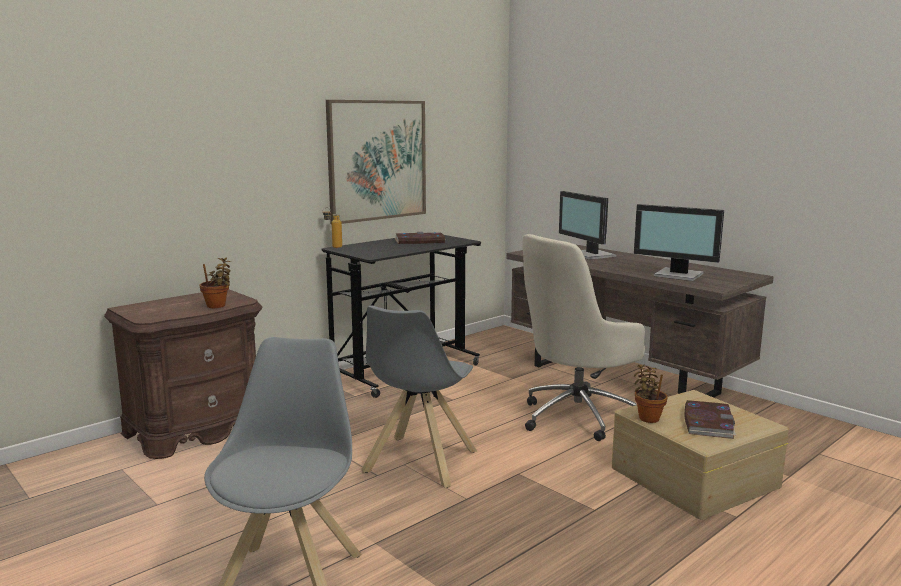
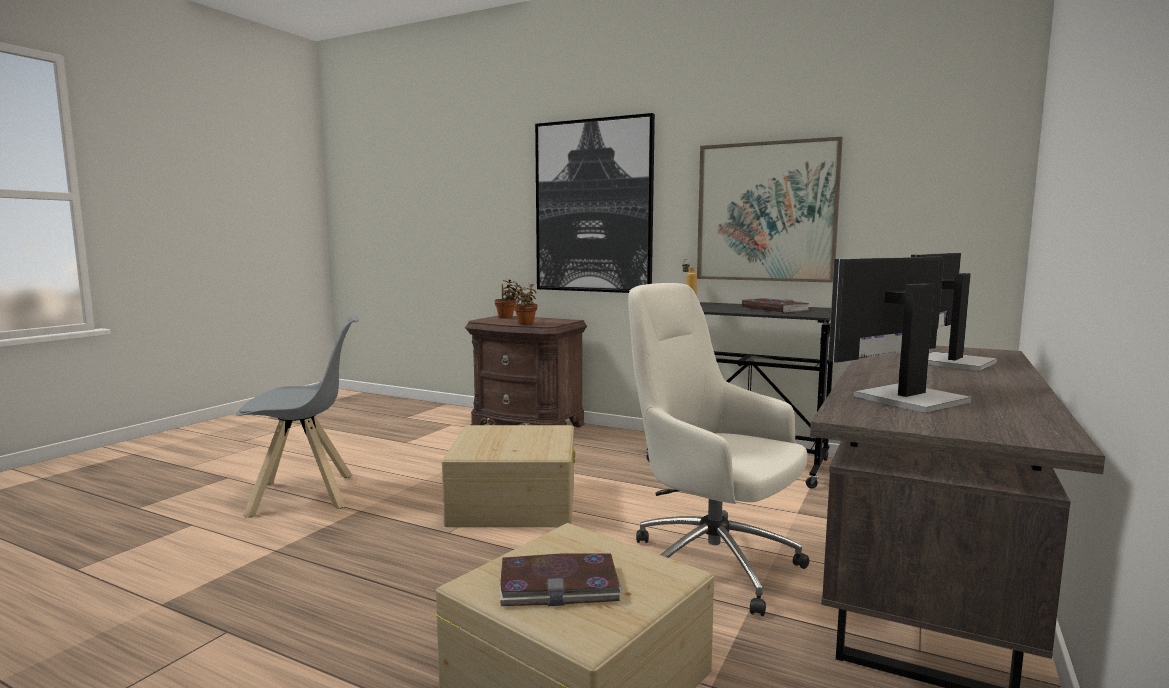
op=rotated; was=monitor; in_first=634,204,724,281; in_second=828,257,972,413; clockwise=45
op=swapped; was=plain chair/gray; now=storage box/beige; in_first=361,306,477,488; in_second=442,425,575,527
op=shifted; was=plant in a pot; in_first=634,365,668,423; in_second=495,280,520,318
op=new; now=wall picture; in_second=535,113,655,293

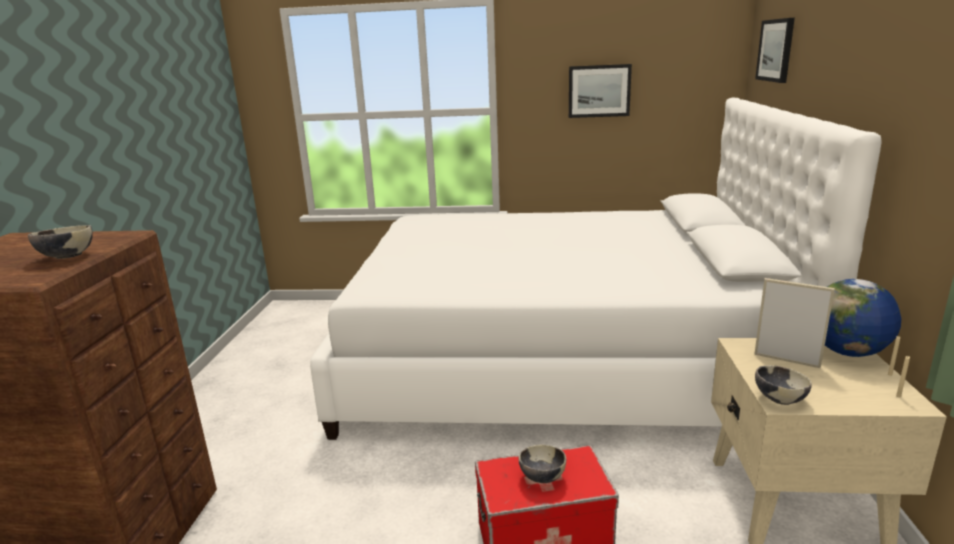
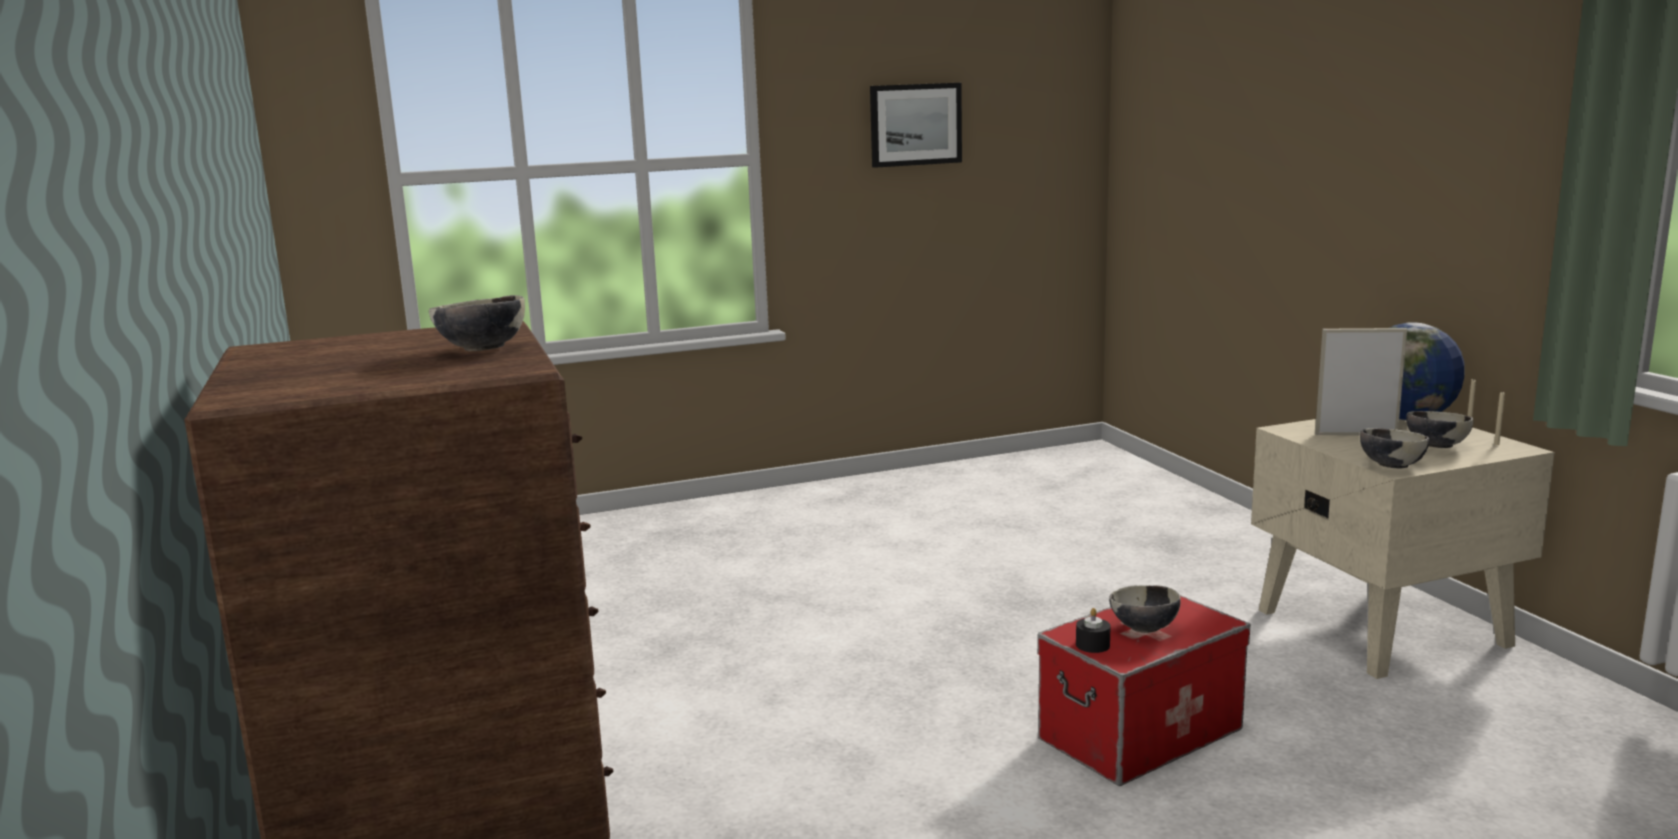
op=gone; was=wall picture; in_first=755,18,795,83
op=gone; was=bedroom bed/whitish; in_first=310,98,882,440
op=new; now=deep dish; in_second=1406,411,1473,448
op=new; now=wax candle/black-coloured; in_second=1076,608,1111,653

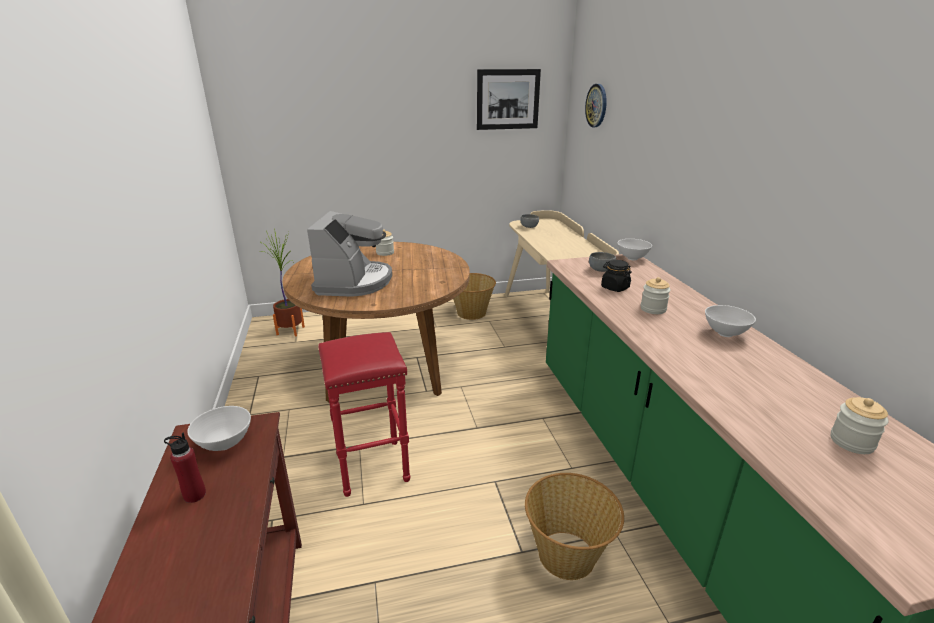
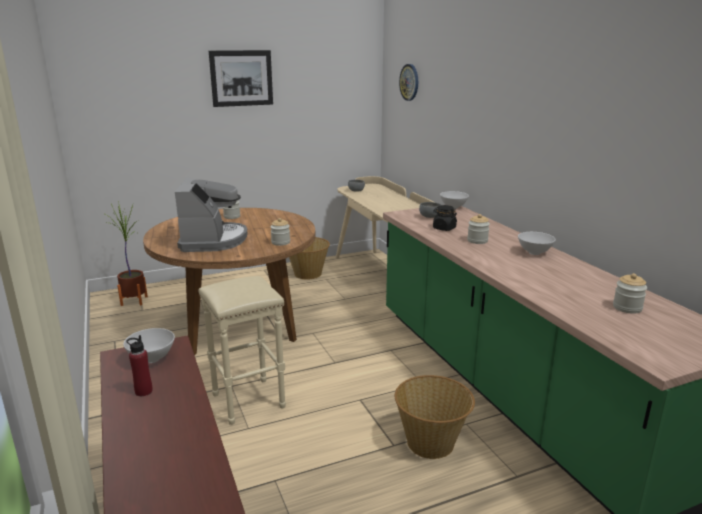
op=shifted; was=wall picture; in_first=477,69,541,130; in_second=209,50,273,107
op=repainted; was=stool seat/reddish; now=stool seat/beige; in_first=318,332,410,497; in_second=199,276,286,425
op=new; now=preserve jar; in_second=270,218,290,246

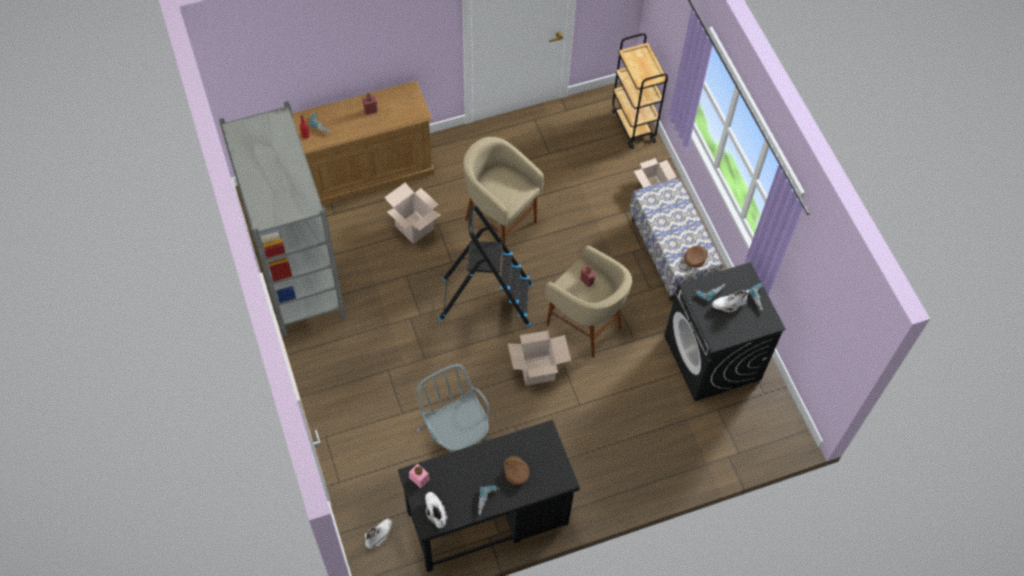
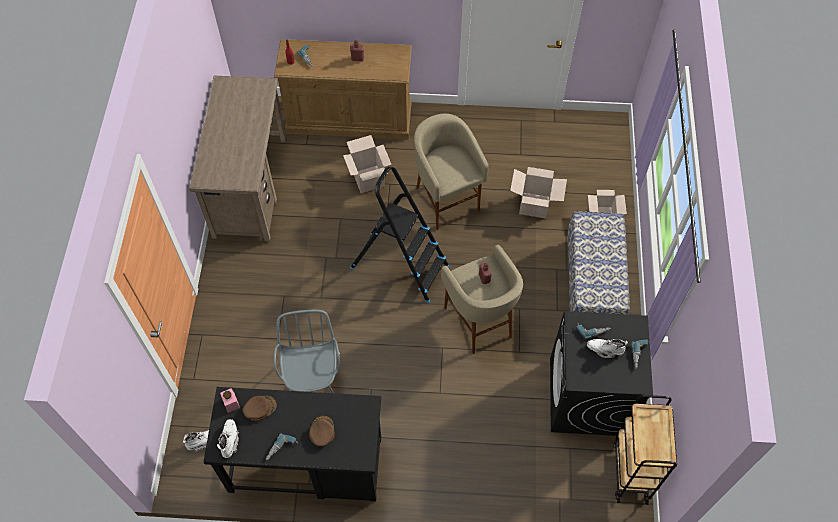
op=shifted; was=trolley/brownish; in_first=612,33,668,149; in_second=613,395,677,505
op=swapped; was=bookshelf/gray; now=desk/brownish; in_first=219,101,346,337; in_second=189,76,287,242
op=shifted; was=peaked cap/brownish; in_first=684,246,708,268; in_second=243,395,277,421
op=shifted; was=carton; in_first=508,330,571,386; in_second=510,167,567,219

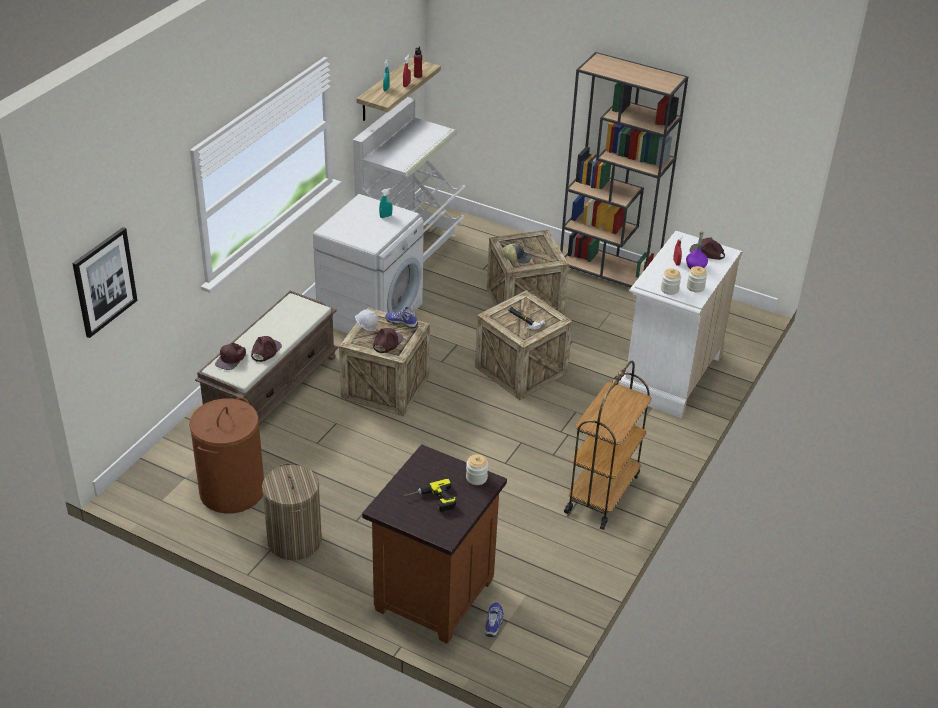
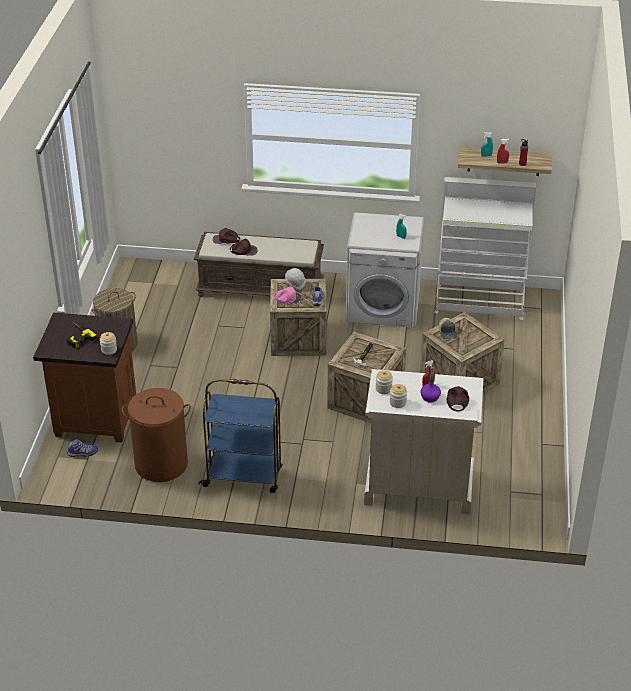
op=gone; was=bookshelf; in_first=560,52,688,288
op=gone; was=wall picture; in_first=72,227,138,338
op=repainted; was=peaked cap/brownish; now=peaked cap/pink; in_first=373,328,403,353; in_second=274,286,303,305
op=repainted; was=trolley/brownish; now=trolley/bluish; in_first=564,361,652,530; in_second=199,379,283,493
op=shifted; was=laundry basket/brownish; in_first=189,397,264,514; in_second=122,388,191,482

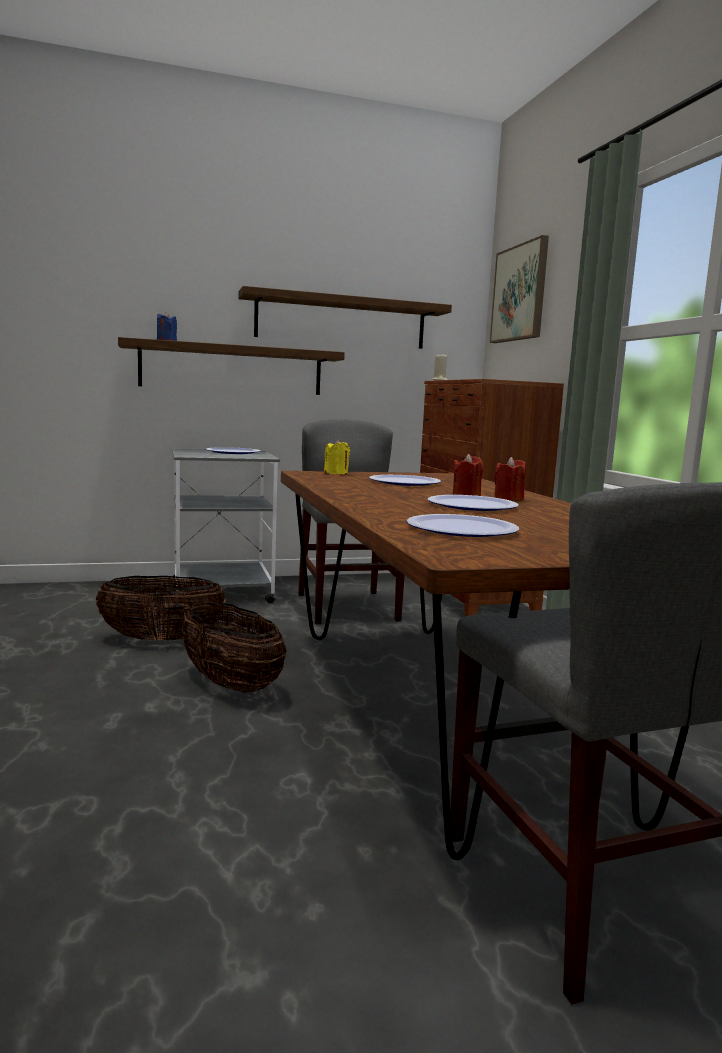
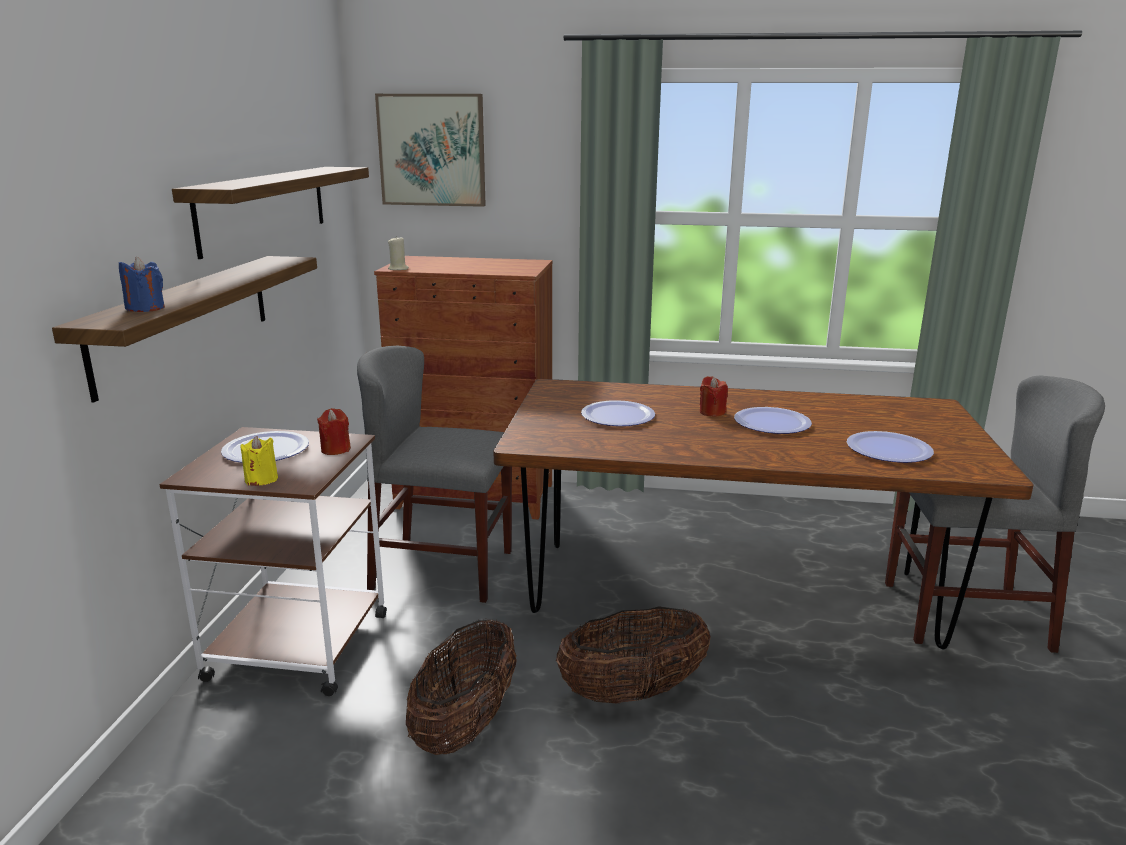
op=shifted; was=wax candle/yellowish; in_first=324,439,350,474; in_second=240,436,278,486
op=repainted; was=trolley/gray; now=trolley/brownish; in_first=172,449,280,603; in_second=159,427,387,696
op=shifted; was=wax candle/reddish; in_first=494,457,526,501; in_second=317,408,351,455

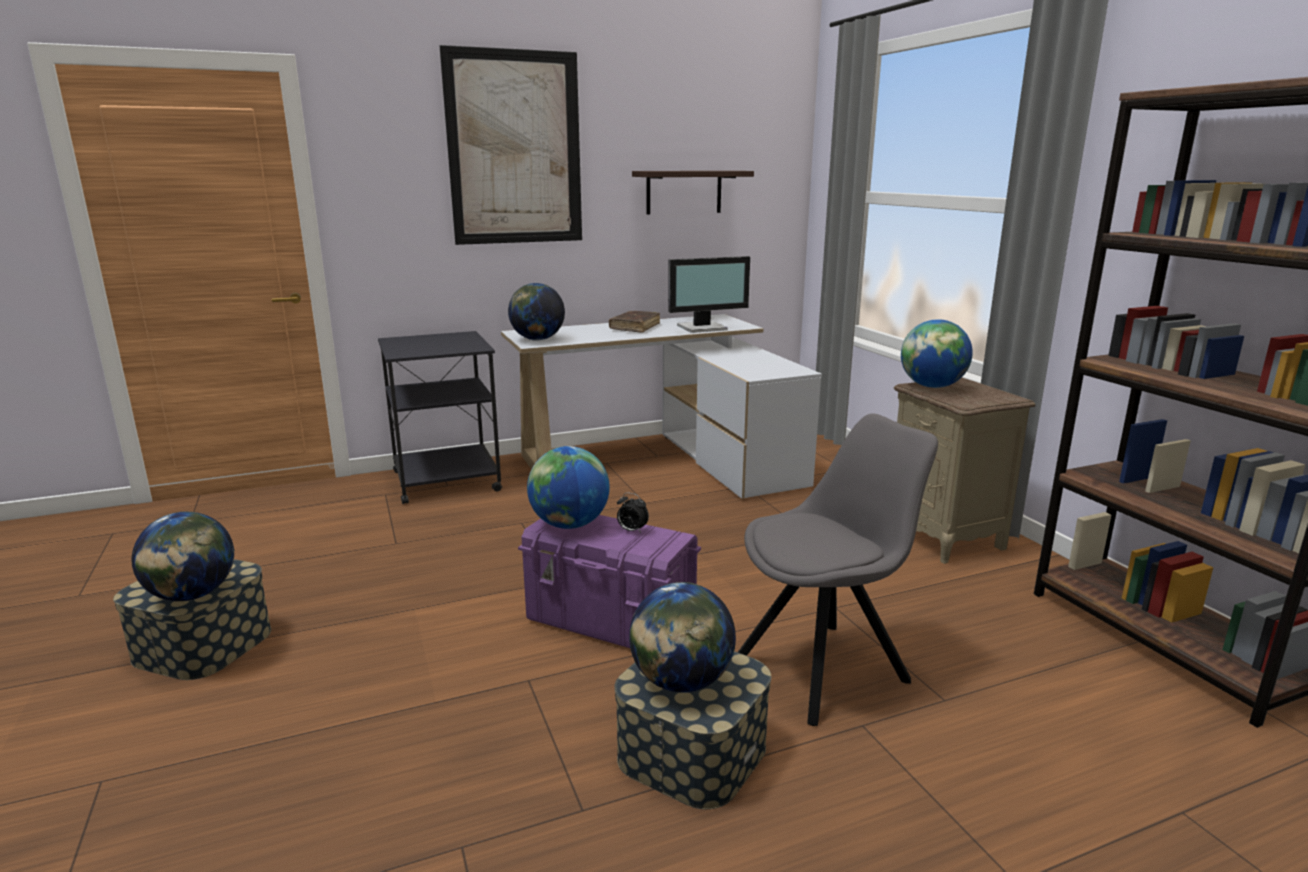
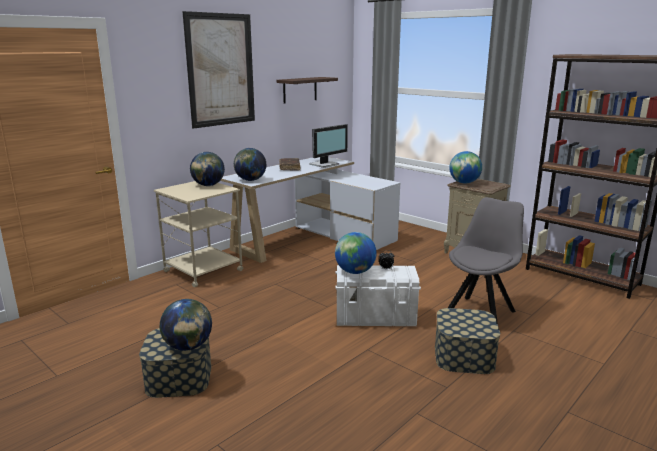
op=repainted; was=trolley/black-coloured; now=trolley/beige; in_first=378,331,502,504; in_second=154,181,243,287
op=repainted; was=storage box/purple; now=storage box/whitish; in_first=518,515,701,648; in_second=335,265,421,326
op=shifted; was=desk globe; in_first=629,582,736,692; in_second=190,152,225,186

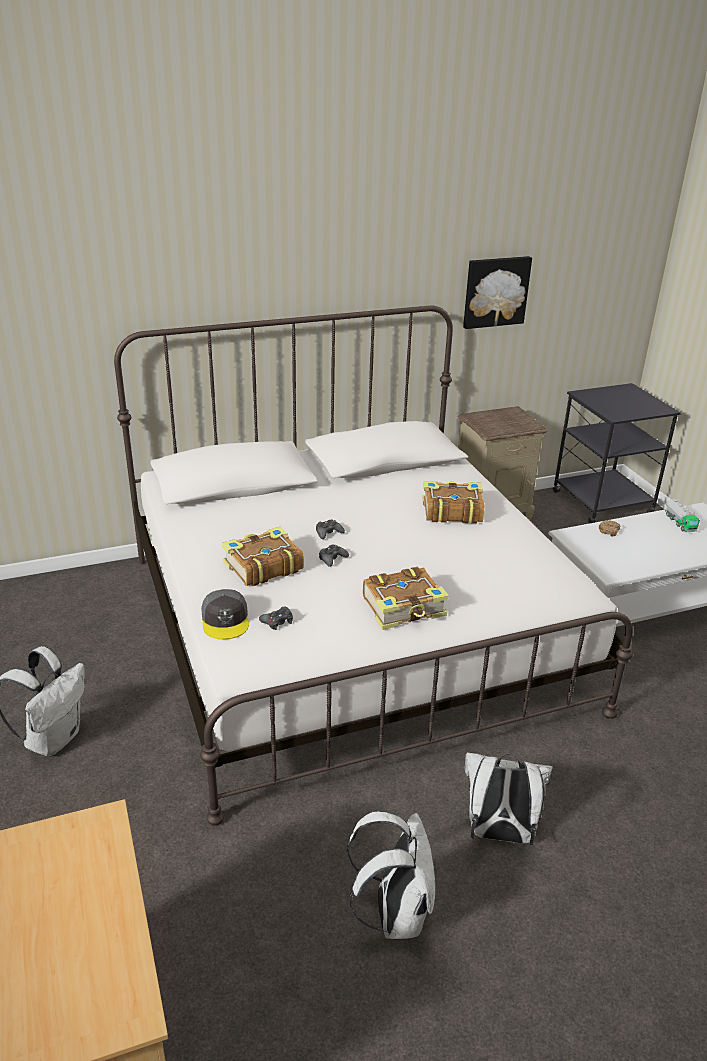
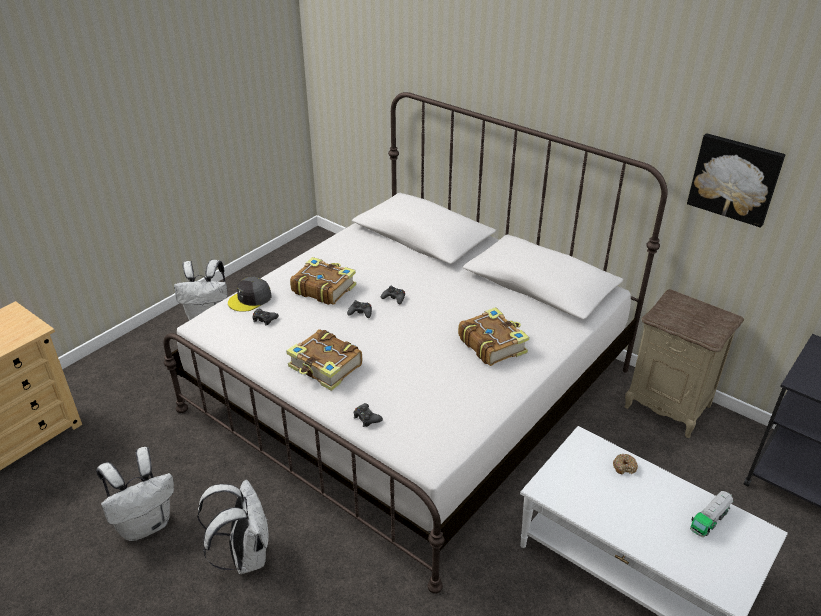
op=new; now=game controller/black-coloured; in_second=354,403,383,427

